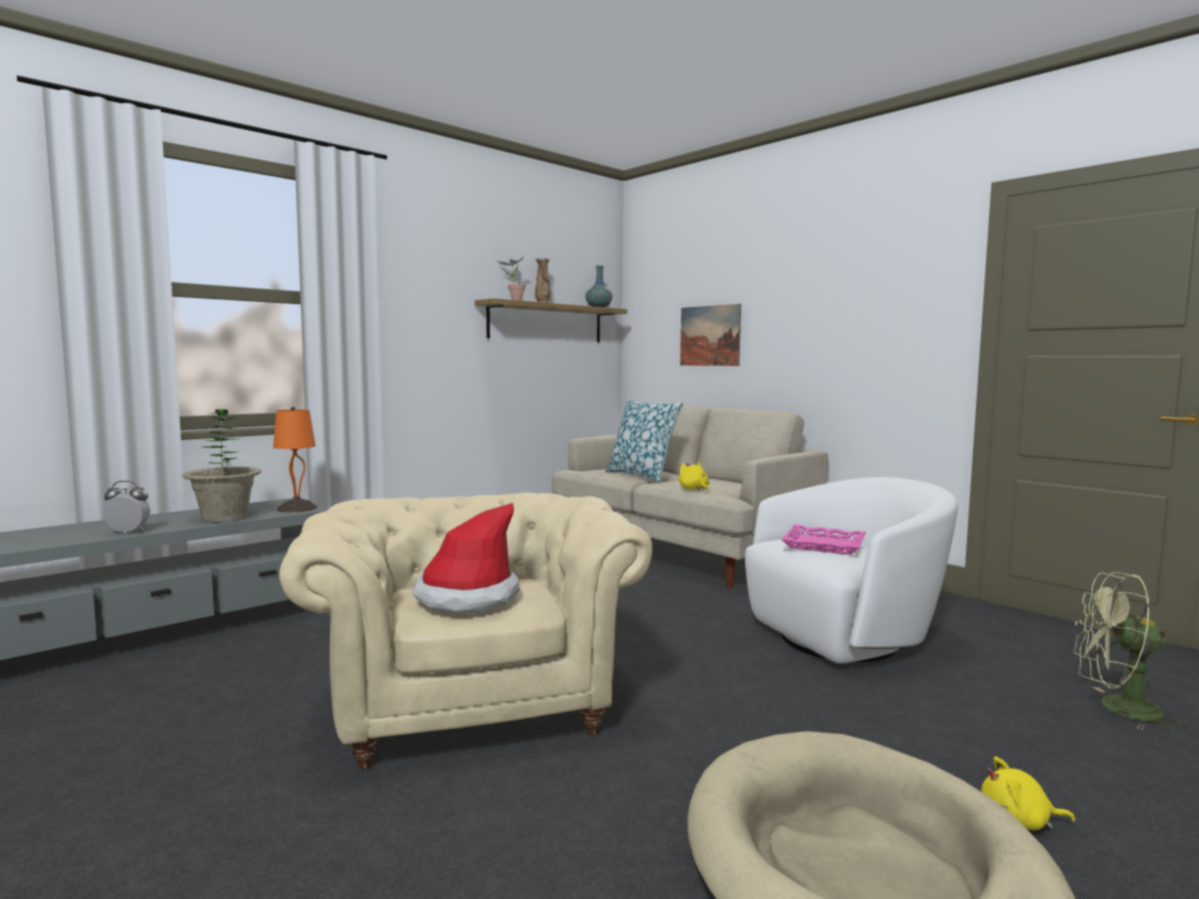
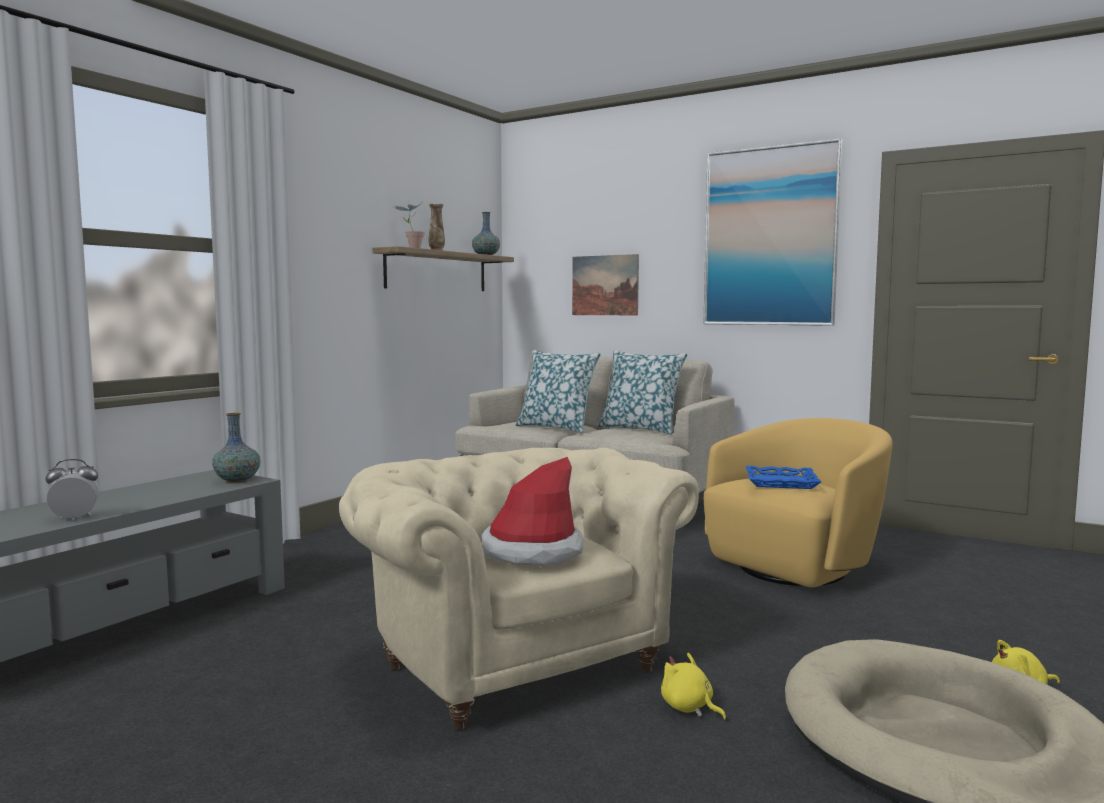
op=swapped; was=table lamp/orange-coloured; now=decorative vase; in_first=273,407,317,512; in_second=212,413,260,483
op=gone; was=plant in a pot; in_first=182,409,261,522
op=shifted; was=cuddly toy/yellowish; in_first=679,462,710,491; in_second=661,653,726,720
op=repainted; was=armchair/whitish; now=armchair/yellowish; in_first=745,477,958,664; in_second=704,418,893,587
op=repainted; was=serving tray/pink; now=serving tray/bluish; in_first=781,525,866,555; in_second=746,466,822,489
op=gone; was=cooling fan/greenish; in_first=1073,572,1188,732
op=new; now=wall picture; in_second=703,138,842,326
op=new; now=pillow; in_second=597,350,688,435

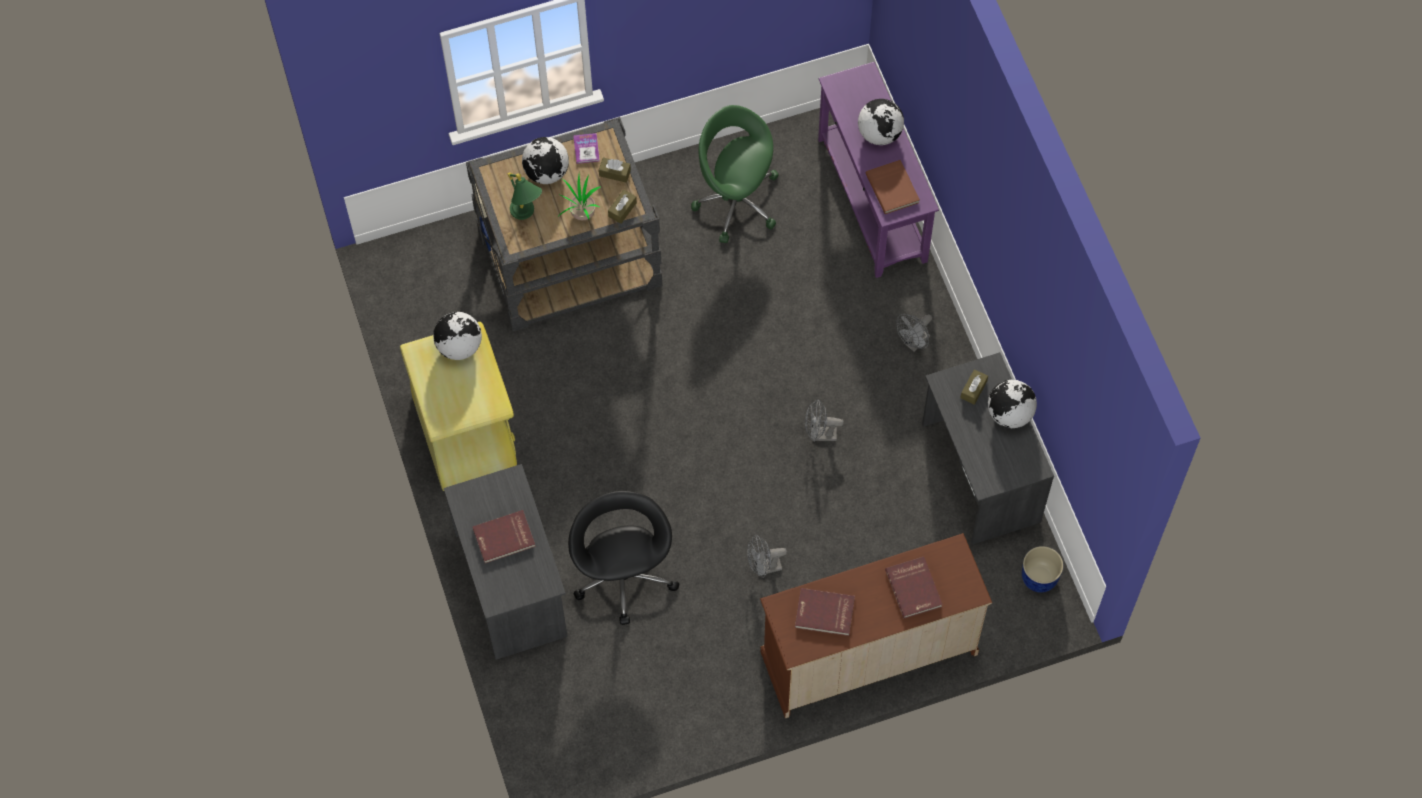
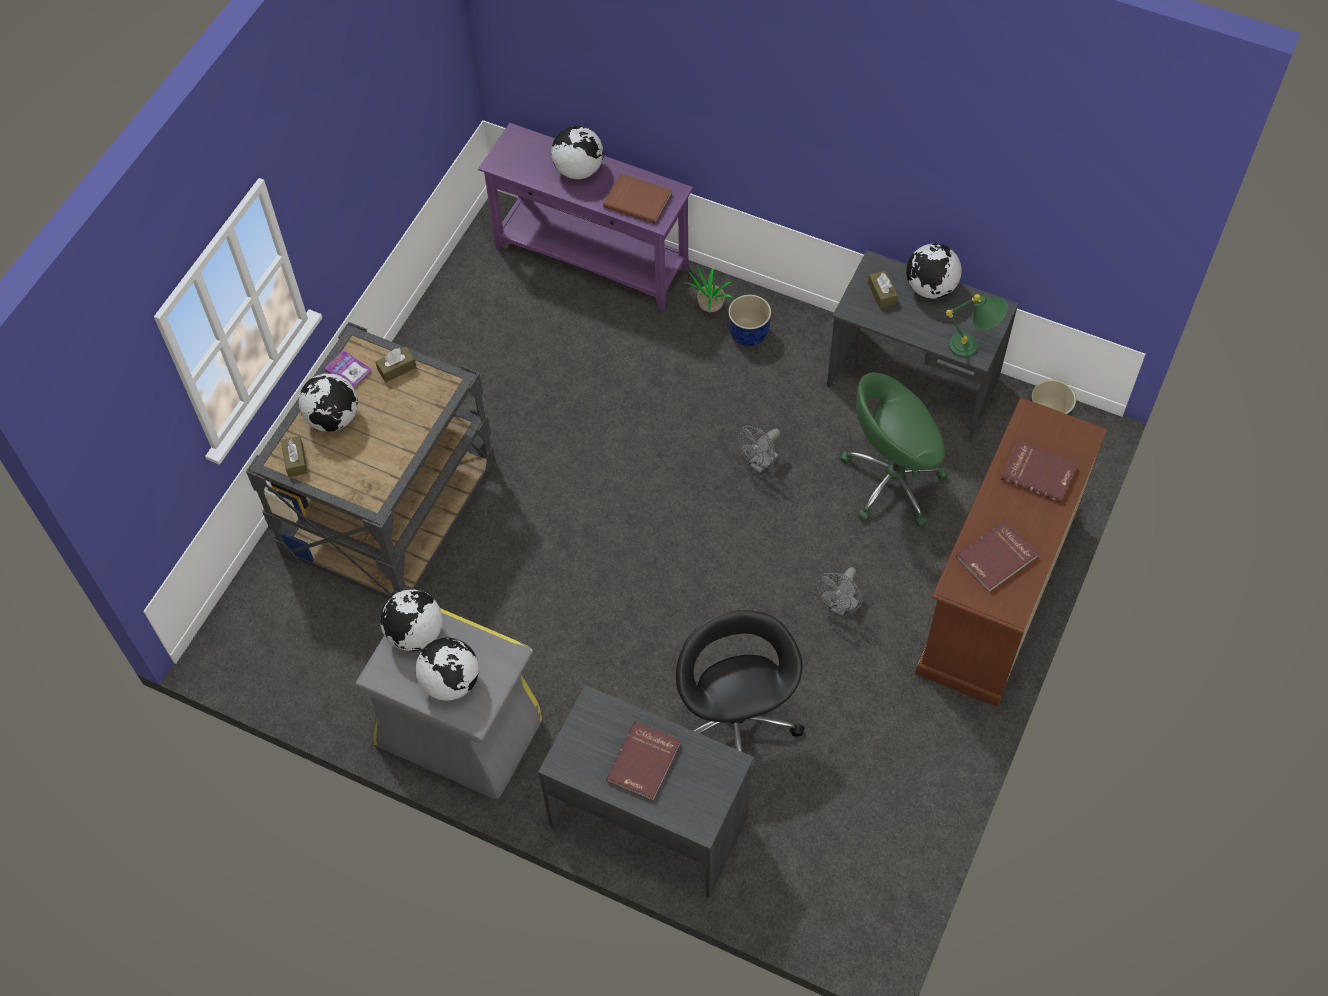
op=shifted; was=office chair/greenish; in_first=691,105,779,243; in_second=840,372,948,527
op=shifted; was=table lamp/greenish; in_first=508,172,542,220; in_second=946,294,1008,357
op=shifted; was=plant in a pot; in_first=560,174,601,220; in_second=682,266,733,313
op=shifted; was=box of tissues/brownish; in_first=608,190,637,224; in_second=281,436,308,477
op=swapped; was=cooling fan/gray; now=planter/bluish; in_first=896,314,932,352; in_second=728,295,771,346
op=repainted; was=bedside table/yellowish; now=bedside table/gray; in_first=400,322,517,491; in_second=355,608,542,799
op=rotated; was=office chair/black-coloured; in_first=568,491,680,625; in_second=676,610,804,752; clockwise=45
op=new; now=desk globe; in_second=416,638,479,701

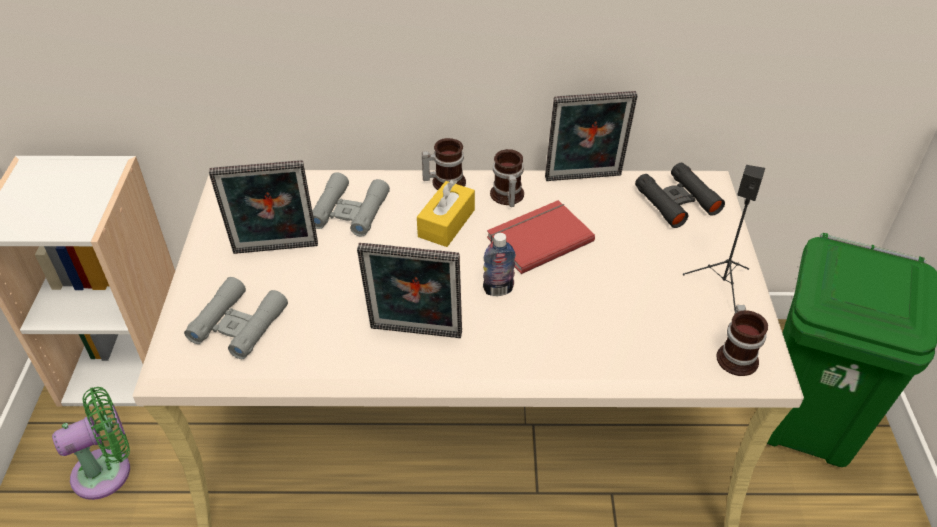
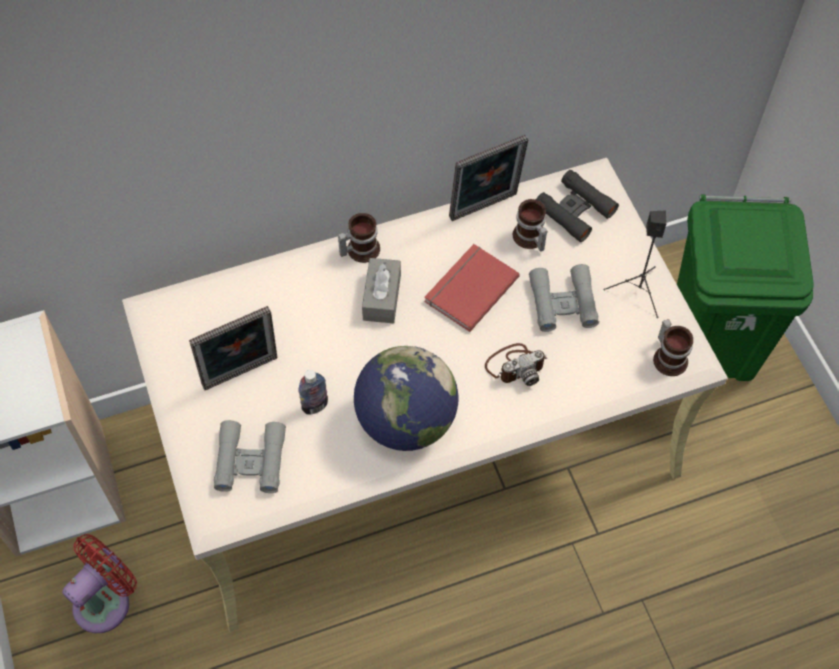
op=shifted; was=coffee mug; in_first=490,149,524,207; in_second=513,199,548,251
op=shifted; was=field glasses/gray; in_first=312,173,390,237; in_second=529,264,599,332
op=repainted; was=box of tissues/yellowish; now=box of tissues/gray; in_first=417,179,475,247; in_second=362,258,401,323
op=shifted; was=beverage bottle; in_first=483,233,516,296; in_second=299,370,328,414
op=swapped; was=picture frame; now=desk globe; in_first=357,243,462,338; in_second=354,346,459,451
op=repainted; was=cooling fan/greenish; now=cooling fan/reddish; in_first=52,387,130,500; in_second=62,534,137,633
op=new; now=still camera; in_second=485,343,547,386

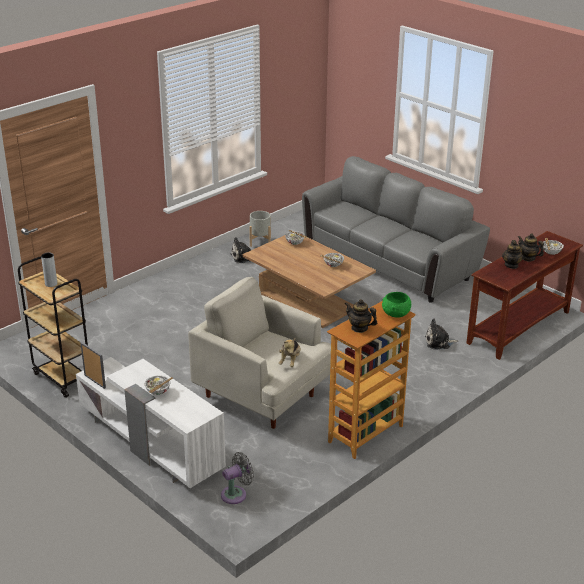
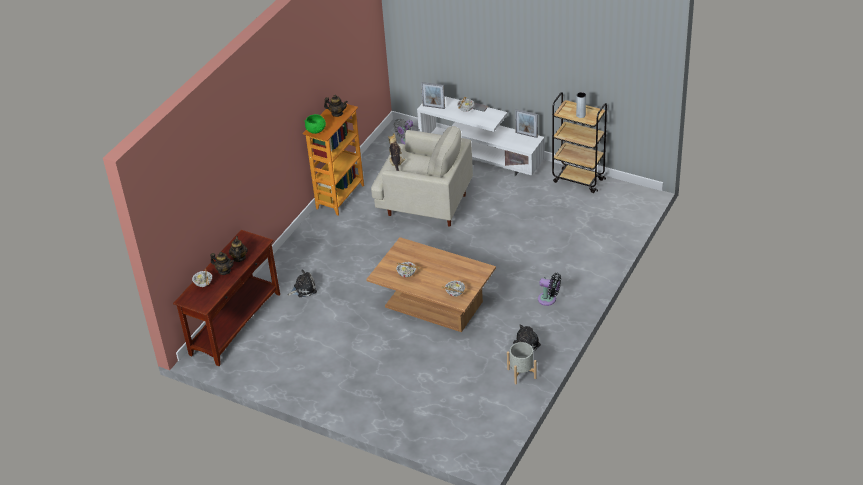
op=gone; was=couch/gray; in_first=302,156,490,303
op=new; now=picture frame; in_second=421,82,445,109
op=new; now=cooling fan/black-coloured; in_second=538,273,561,306

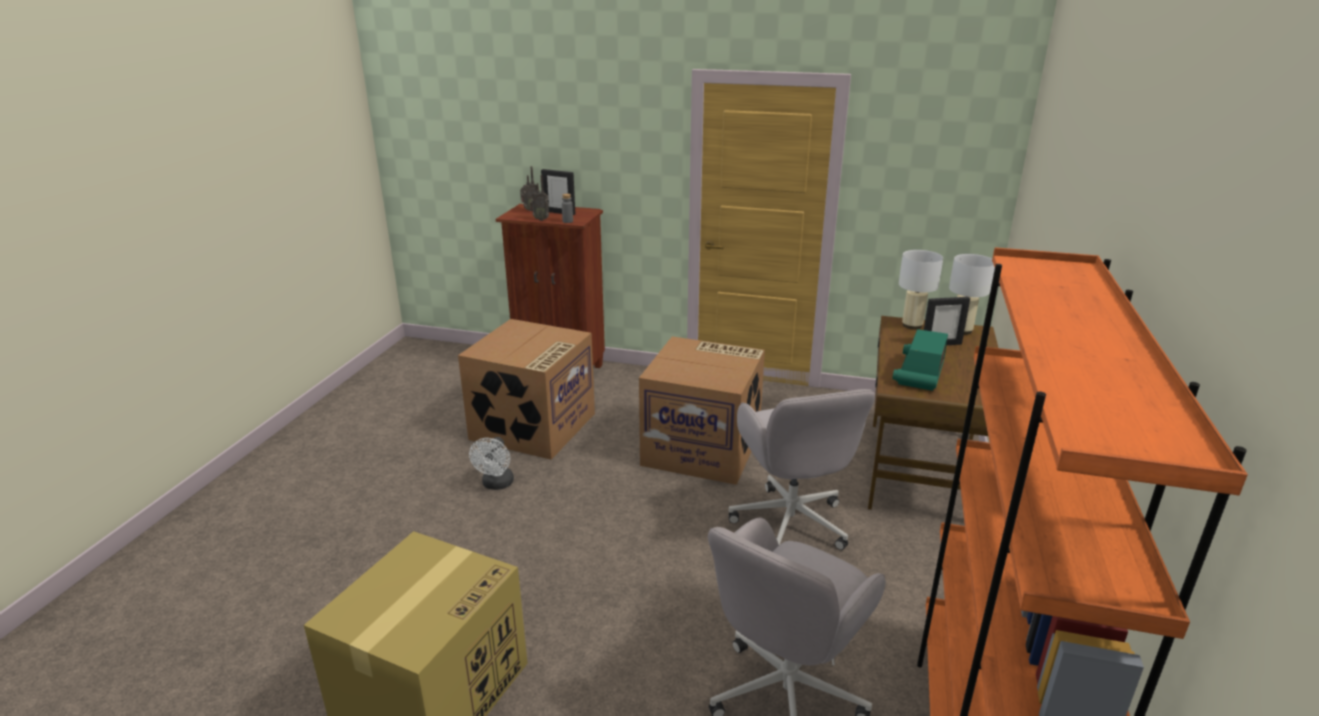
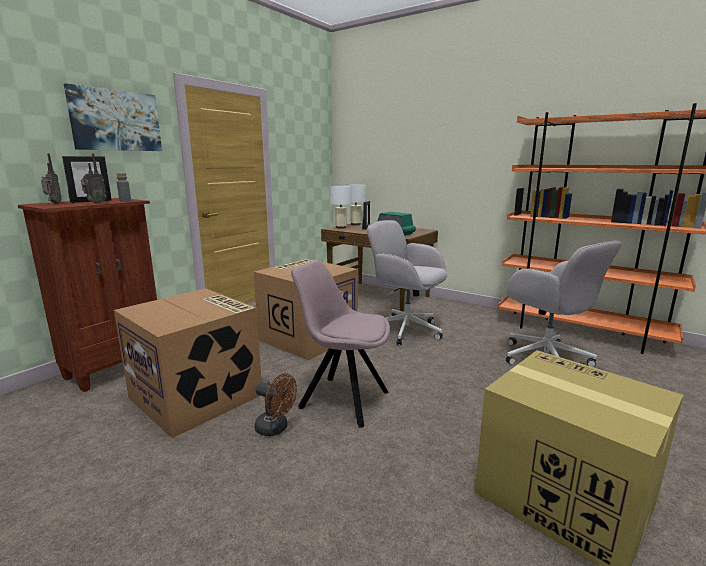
op=rotated; was=office chair/gray; in_first=729,389,875,550; in_second=367,220,448,345; clockwise=-150
op=repainted; was=cooling fan/whitish; now=cooling fan/brownish; in_first=469,437,514,490; in_second=254,373,297,436
op=new; now=wall picture; in_second=64,83,162,151
op=new; now=plain chair/pink; in_second=291,260,390,428

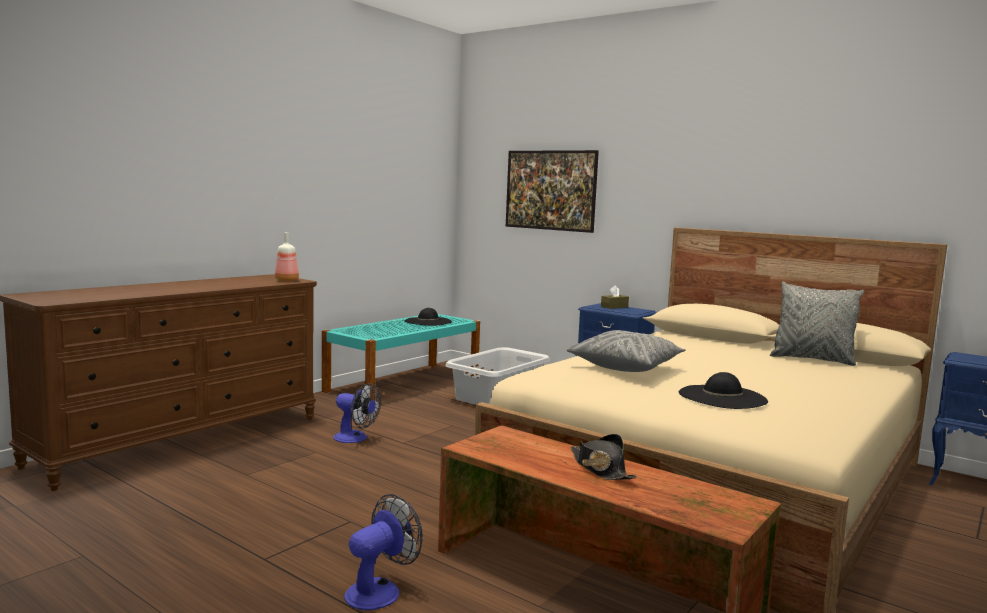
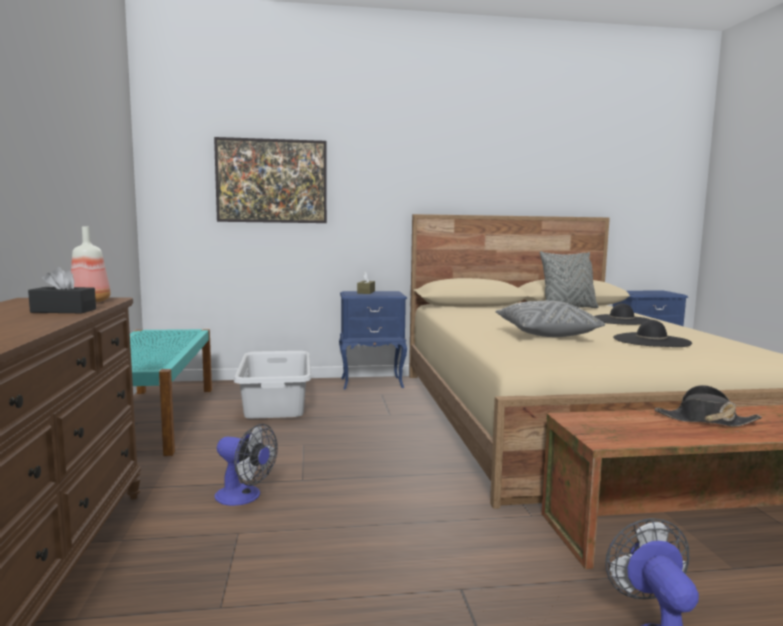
op=shifted; was=wearable hat/black-coloured; in_first=404,308,452,326; in_second=594,303,651,325
op=rotated; was=cooling fan; in_first=333,383,381,443; in_second=215,424,278,506; clockwise=45
op=new; now=box of tissues/black-coloured; in_second=28,267,96,313

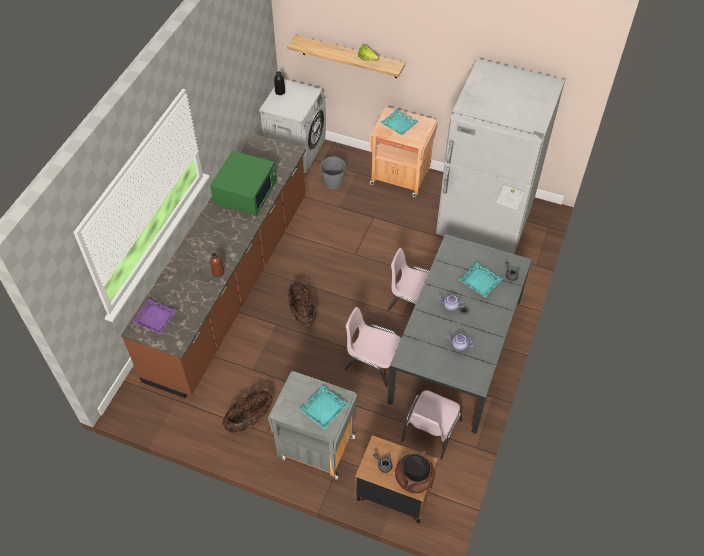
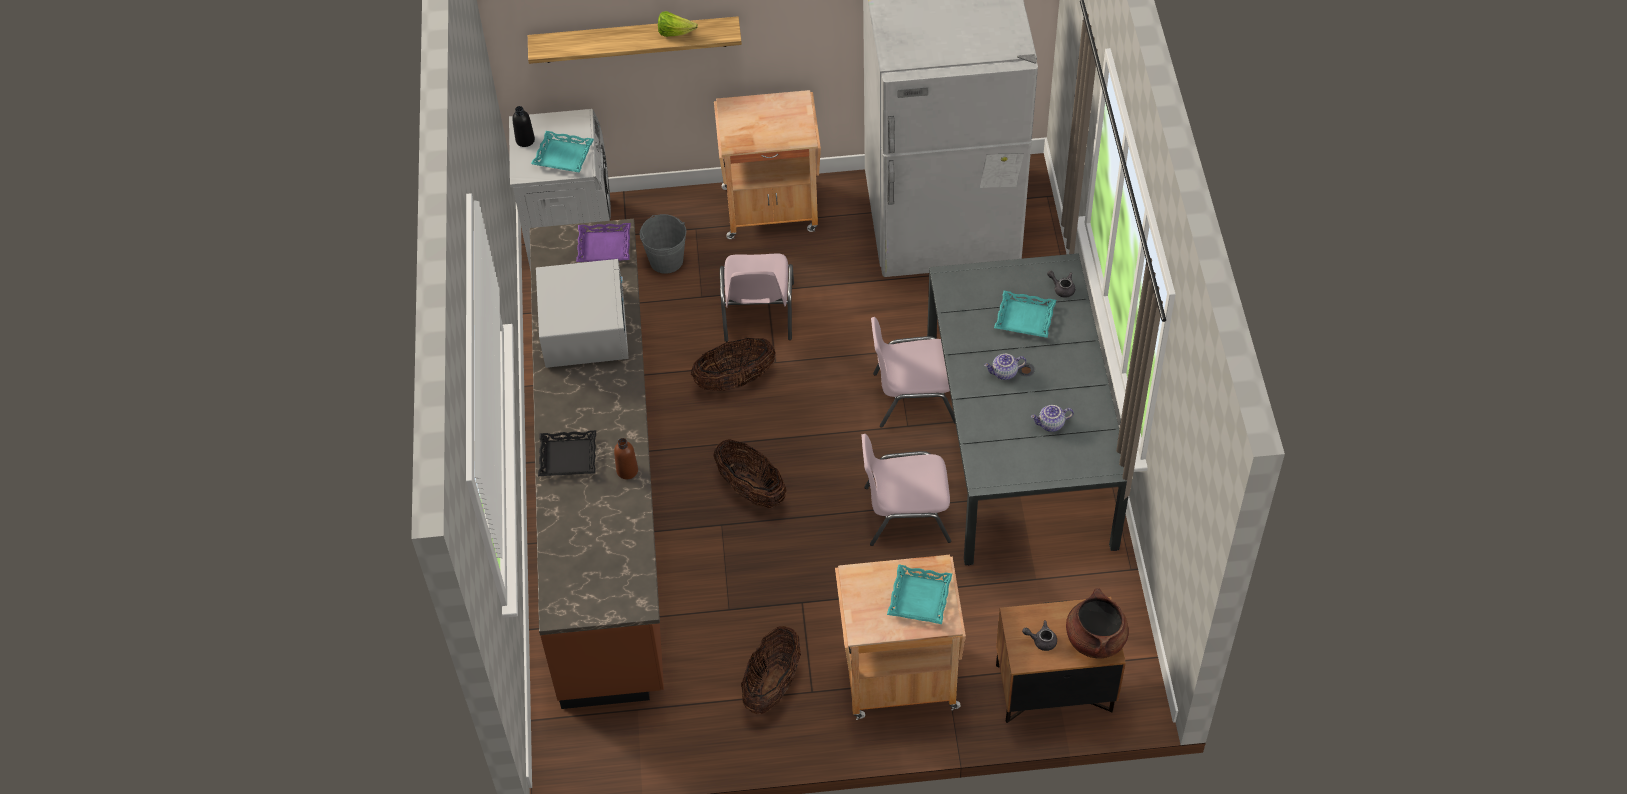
op=shifted; was=serving tray/blue-green; in_first=381,109,419,135; in_second=531,131,594,173
op=repainted; was=microwave oven/greenish; now=microwave oven/whitish; in_first=210,151,277,216; in_second=536,259,629,368
op=shifted; was=serving tray/purple; in_first=131,299,177,334; in_second=576,223,631,262
op=repainted; was=trolley/gray; now=trolley/brownish; in_first=268,371,357,480; in_second=835,555,966,720
op=shifted; was=plain chair/pink; in_first=401,390,462,460; in_second=720,254,794,342
op=new; now=basket; in_second=691,338,776,391
op=new; now=serving tray/black-coloured; in_second=538,430,596,476

